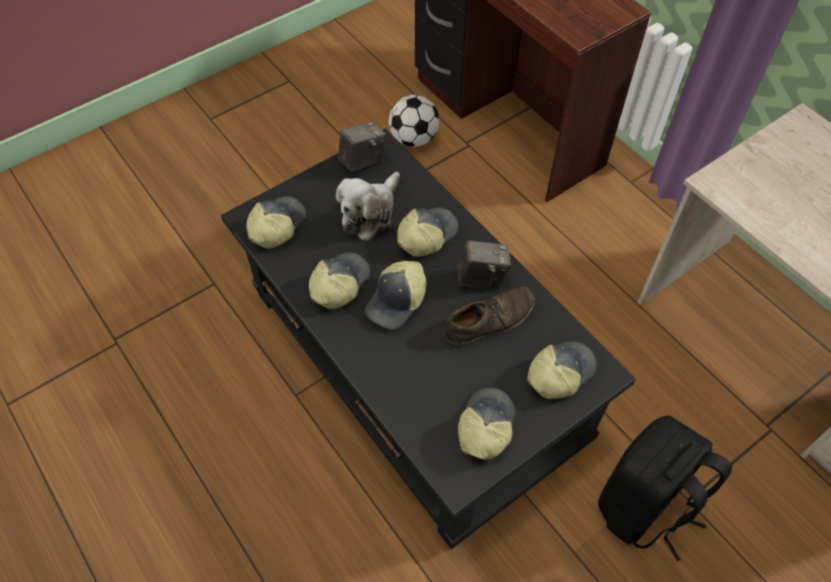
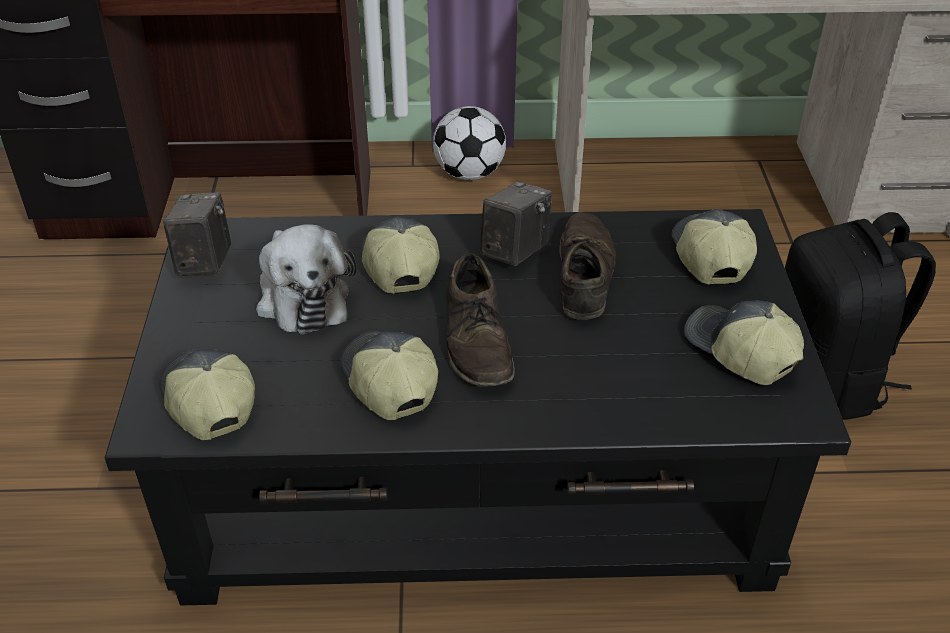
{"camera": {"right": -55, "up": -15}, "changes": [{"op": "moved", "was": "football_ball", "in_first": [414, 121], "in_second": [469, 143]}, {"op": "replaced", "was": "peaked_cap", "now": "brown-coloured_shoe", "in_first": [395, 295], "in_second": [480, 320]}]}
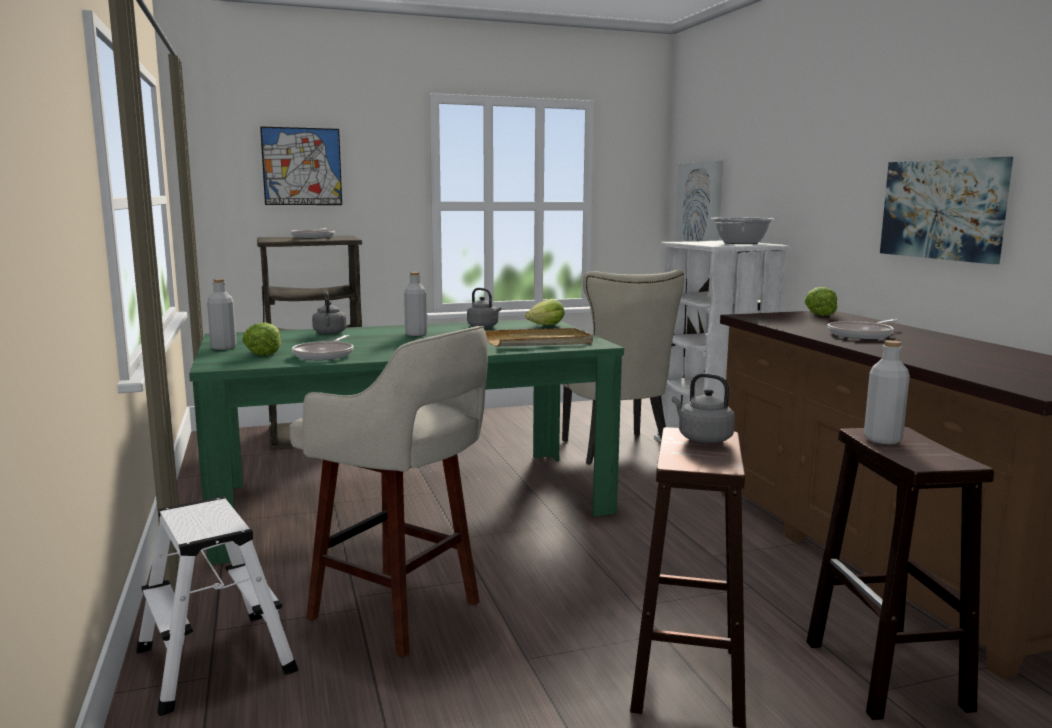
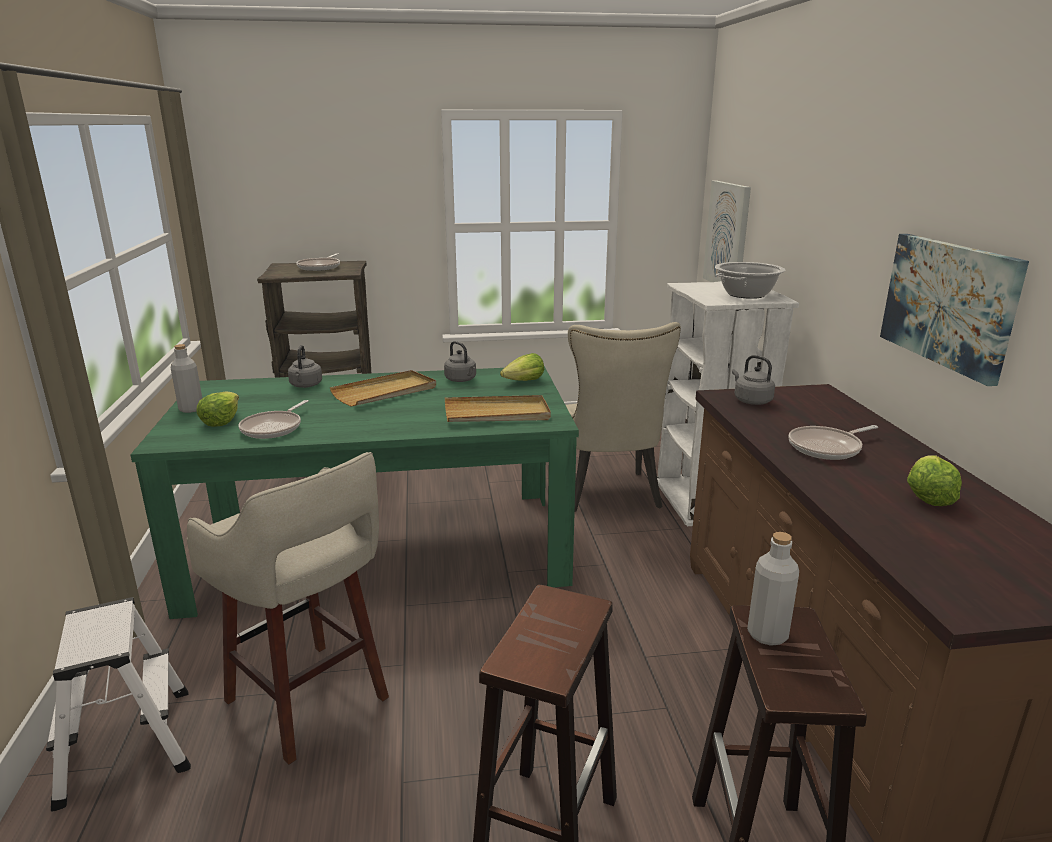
{"camera": {"right": 10, "up": 10}, "changes": [{"op": "removed", "was": "picture", "in_first": [301, 165]}, {"op": "moved", "was": "greyish_tea_kettle", "in_first": [703, 408], "in_second": [753, 380]}, {"op": "moved", "was": "head_of_lettuce", "in_first": [820, 301], "in_second": [934, 480]}, {"op": "replaced", "was": "greyish_bottle", "now": "sand-coloured_serving_tray", "in_first": [415, 304], "in_second": [383, 388]}]}
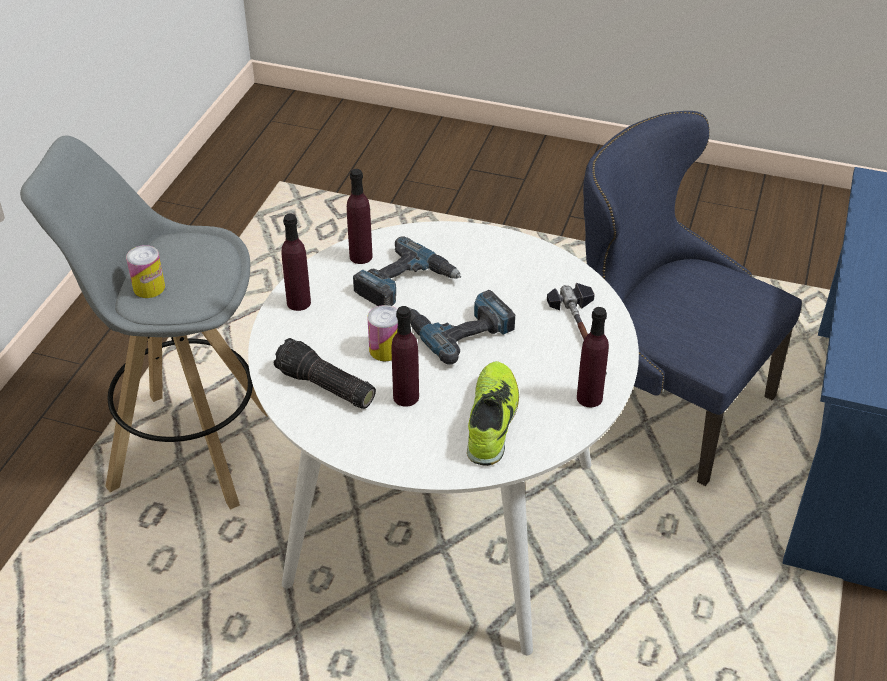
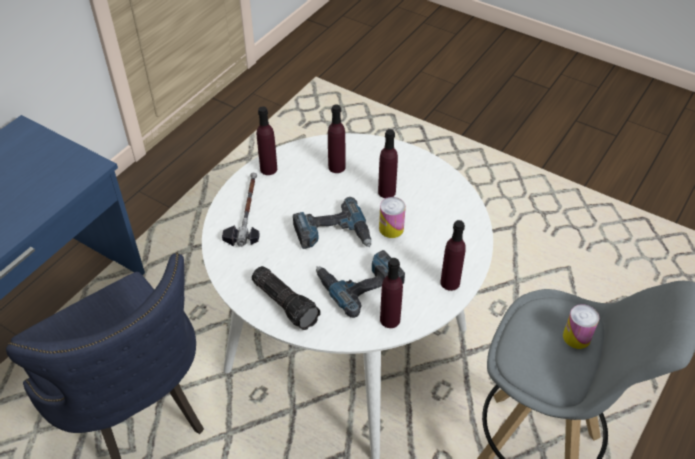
{"camera": {"right": -165, "up": 5}, "changes": [{"op": "moved", "was": "torch", "in_first": [325, 373], "in_second": [286, 298]}, {"op": "replaced", "was": "shoe", "now": "purplish_bottle", "in_first": [493, 413], "in_second": [337, 138]}]}
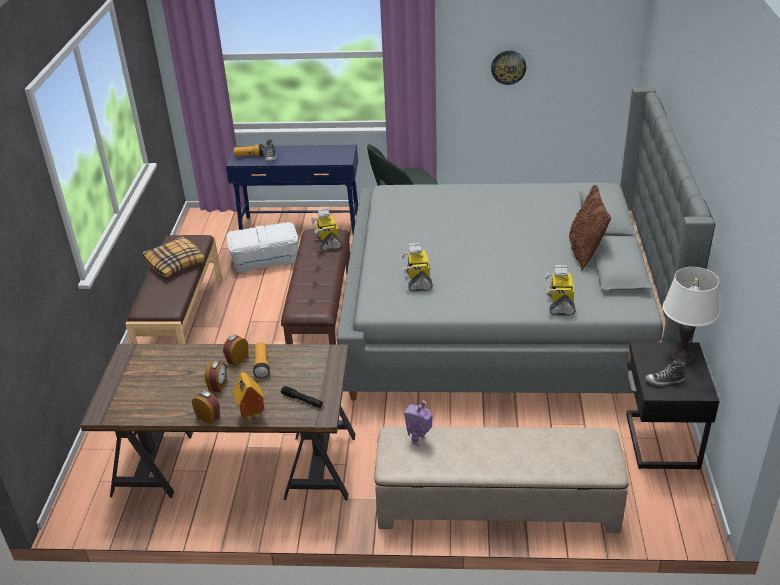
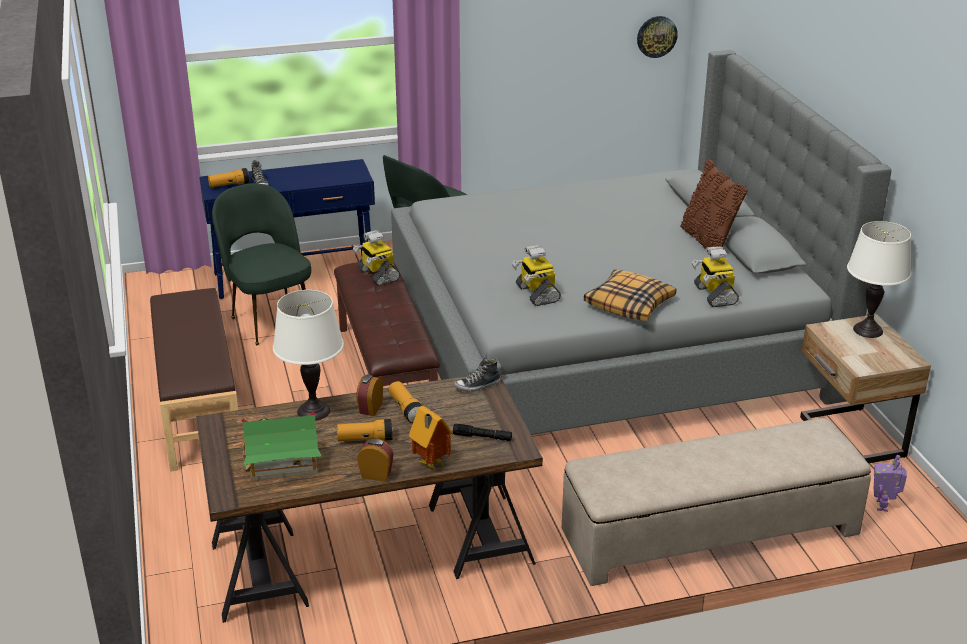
{"camera": {"right": -20, "up": -5}, "changes": [{"op": "added", "now": "toy_house", "in_second": [282, 446]}, {"op": "added", "now": "white-coloured_lamp_for_a_table", "in_second": [308, 355]}, {"op": "moved", "was": "throw_pillow", "in_first": [174, 257], "in_second": [630, 295]}, {"op": "moved", "was": "robot_figure", "in_first": [418, 423], "in_second": [890, 483]}, {"op": "moved", "was": "clock_on_the_wall", "in_first": [508, 68], "in_second": [657, 37]}, {"op": "moved", "was": "shoe", "in_first": [665, 373], "in_second": [477, 375]}, {"op": "replaced", "was": "table_clock", "now": "torch", "in_first": [216, 377], "in_second": [365, 430]}, {"op": "replaced", "was": "white-coloured_storage_bin", "now": "greenish_upright_chair", "in_first": [262, 247], "in_second": [261, 264]}, {"op": "recoloured", "was": "blackish_bedside_table", "now": "sand-coloured_bedside_table", "in_first": [673, 406], "in_second": [865, 388]}]}
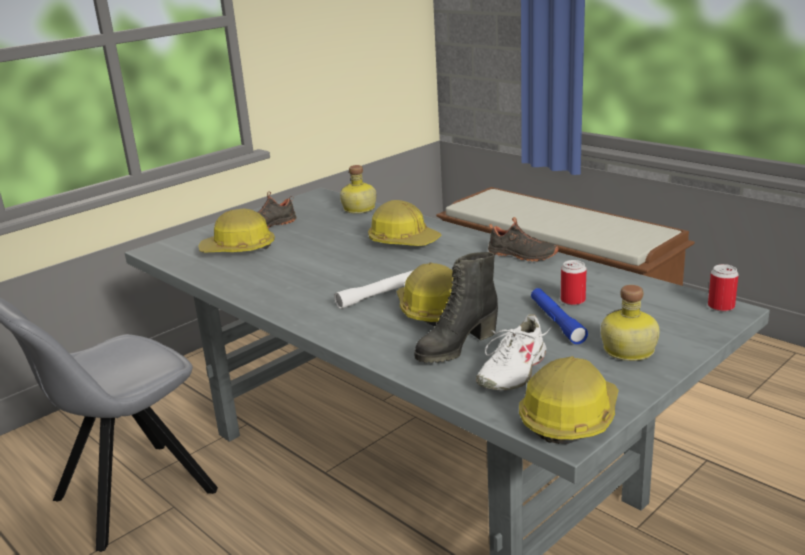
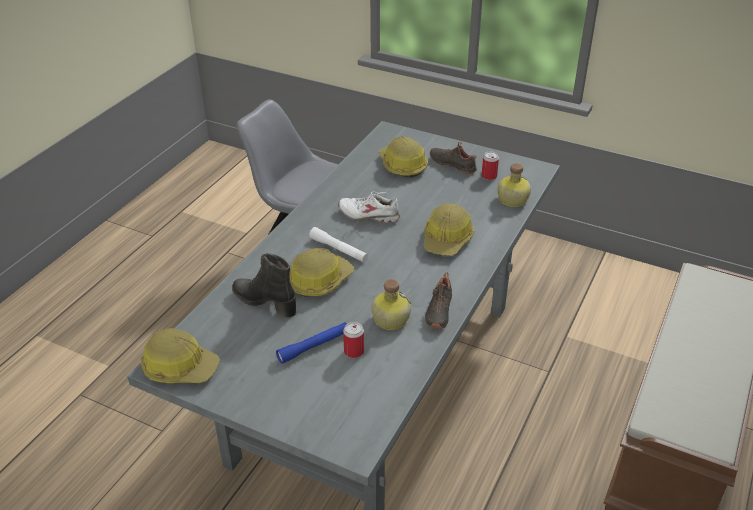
{"camera": {"right": 70, "up": 15}, "changes": [{"op": "moved", "was": "white-coloured_shoe", "in_first": [513, 352], "in_second": [369, 207]}, {"op": "moved", "was": "bottle", "in_first": [630, 323], "in_second": [391, 304]}, {"op": "moved", "was": "metal_can", "in_first": [723, 288], "in_second": [490, 165]}]}
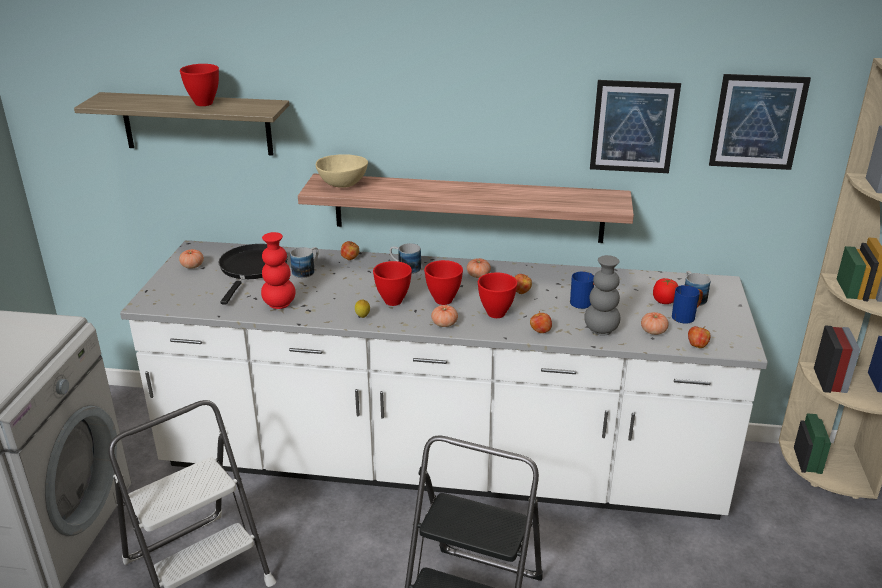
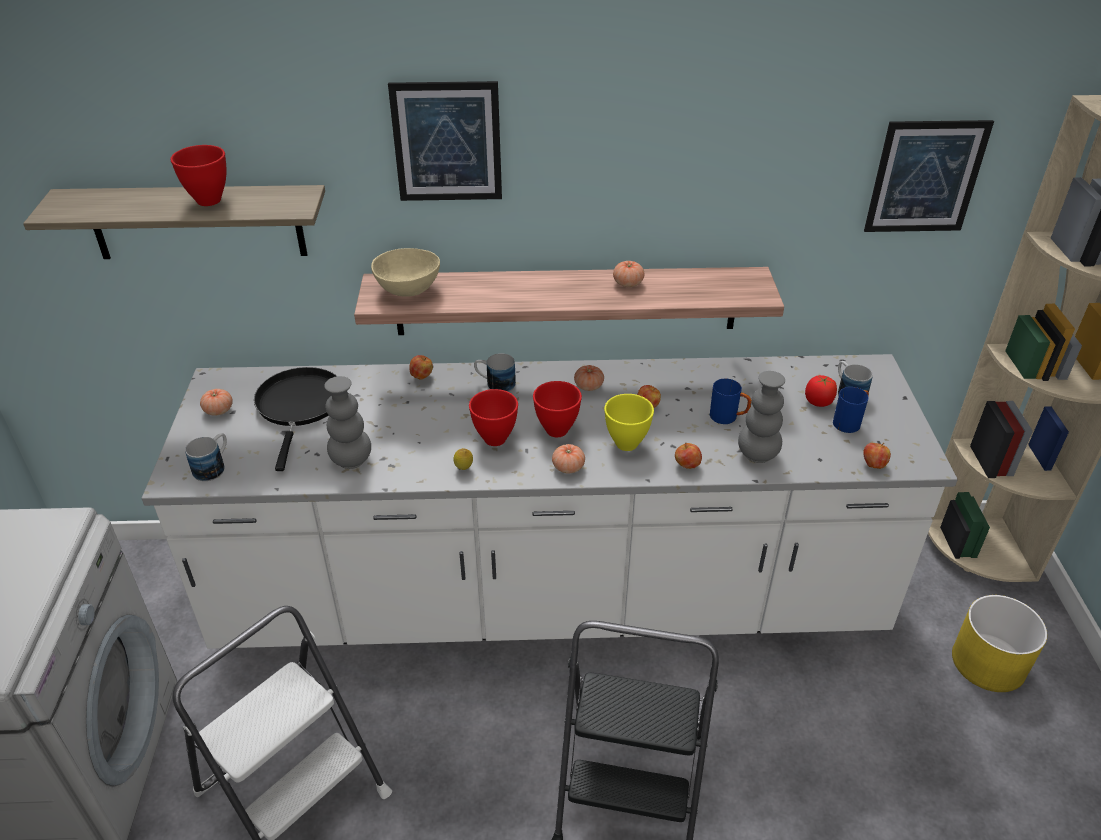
{"camera": {"right": -10, "up": 10}, "changes": [{"op": "added", "now": "yellowish_plant_pot", "in_second": [999, 643]}, {"op": "moved", "was": "tea_mug", "in_first": [304, 262], "in_second": [206, 457]}, {"op": "moved", "was": "picture", "in_first": [635, 126], "in_second": [445, 141]}, {"op": "moved", "was": "tomato", "in_first": [655, 323], "in_second": [628, 274]}, {"op": "recoloured", "was": "red_vase", "now": "greyish_vase", "in_first": [278, 270], "in_second": [347, 422]}, {"op": "recoloured", "was": "red_bowl", "now": "yellowish_bowl", "in_first": [497, 295], "in_second": [629, 422]}]}
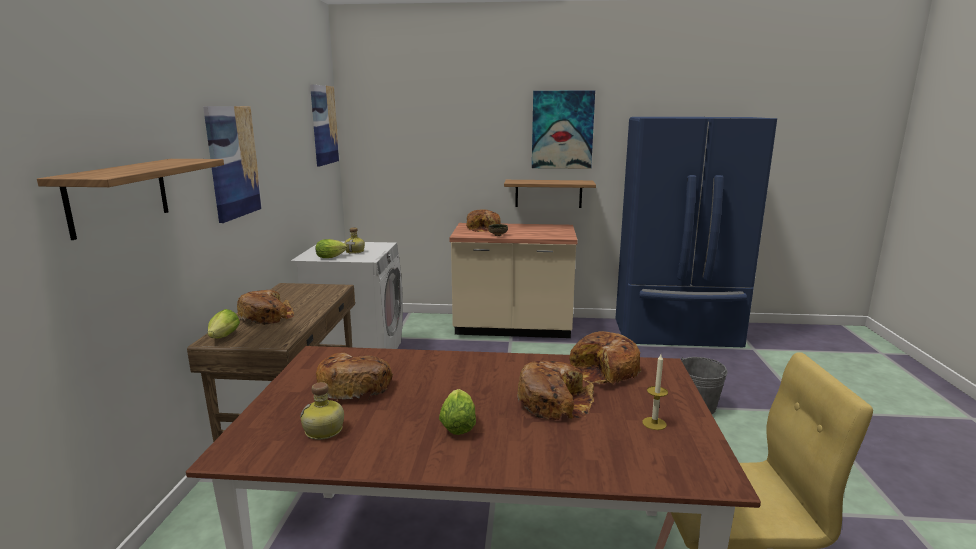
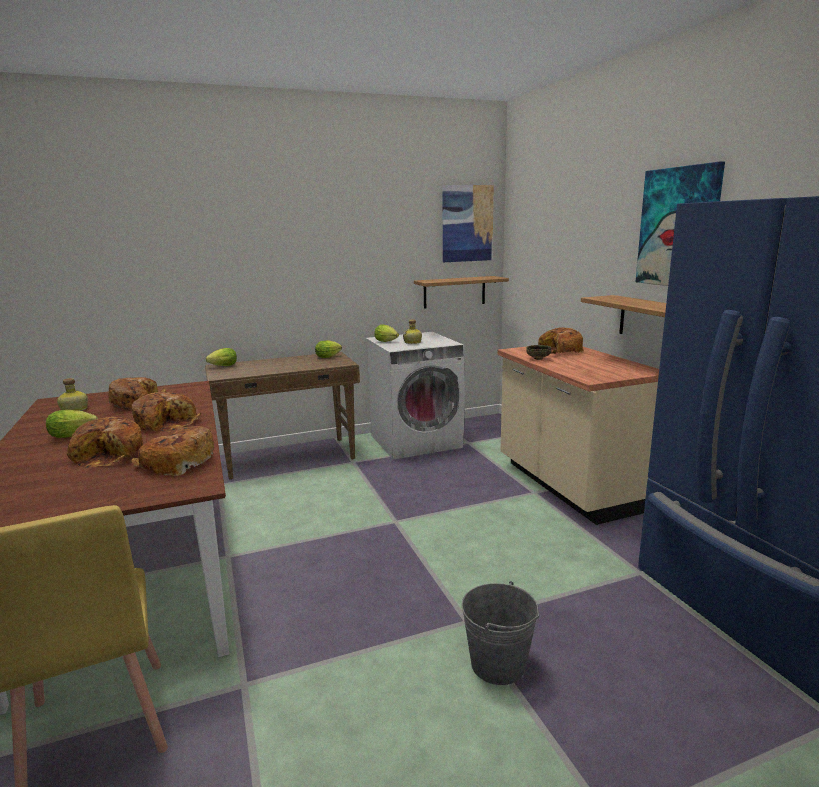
{"camera": {"right": 65, "up": 0}, "changes": [{"op": "removed", "was": "picture", "in_first": [232, 164]}, {"op": "removed", "was": "wax_candle", "in_first": [655, 392]}, {"op": "added", "now": "head_of_lettuce", "in_second": [328, 349]}, {"op": "moved", "was": "wall_shelf", "in_first": [130, 199], "in_second": [461, 292]}, {"op": "moved", "was": "bread", "in_first": [265, 307], "in_second": [166, 411]}]}
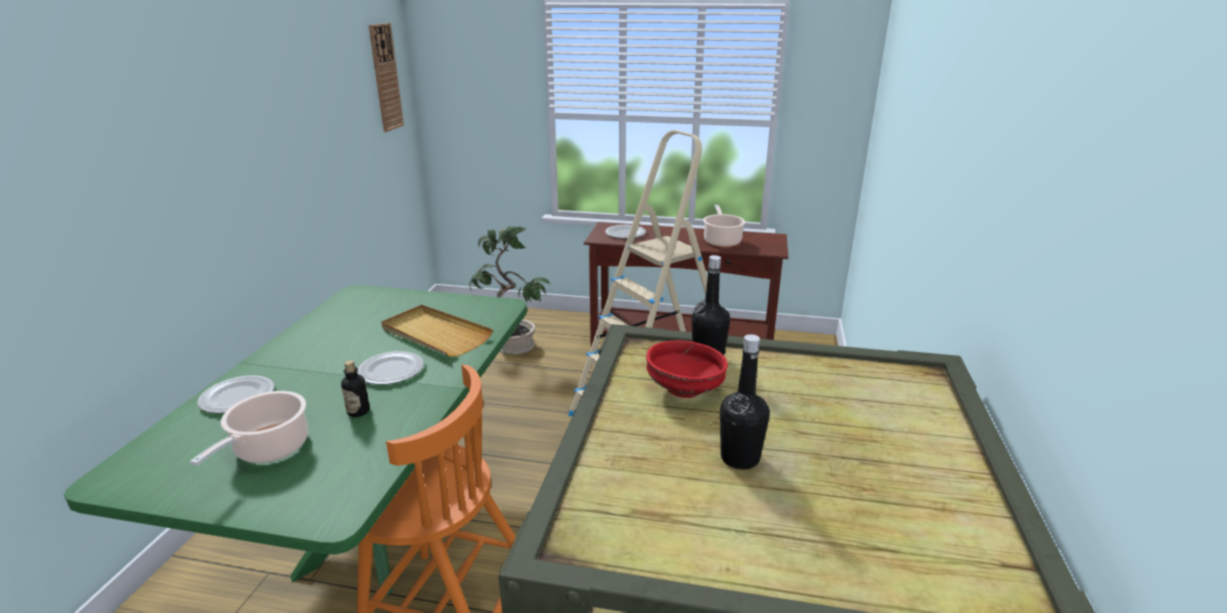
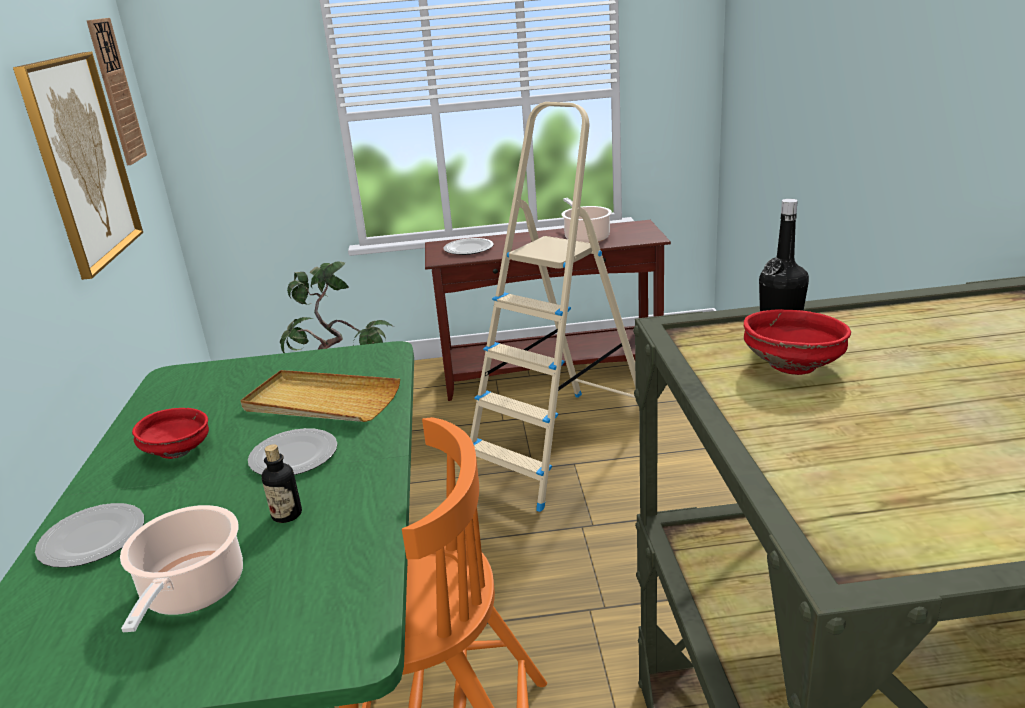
{"camera": {"right": -15, "up": 0}, "changes": [{"op": "removed", "was": "blackish_bottle", "in_first": [745, 401]}, {"op": "added", "now": "picture", "in_second": [78, 166]}, {"op": "added", "now": "red_bowl", "in_second": [170, 433]}]}
